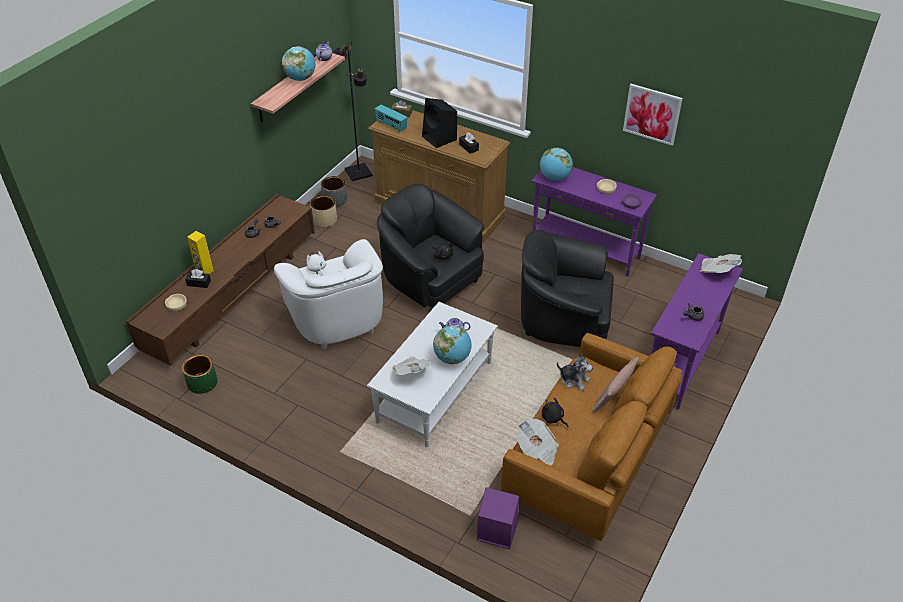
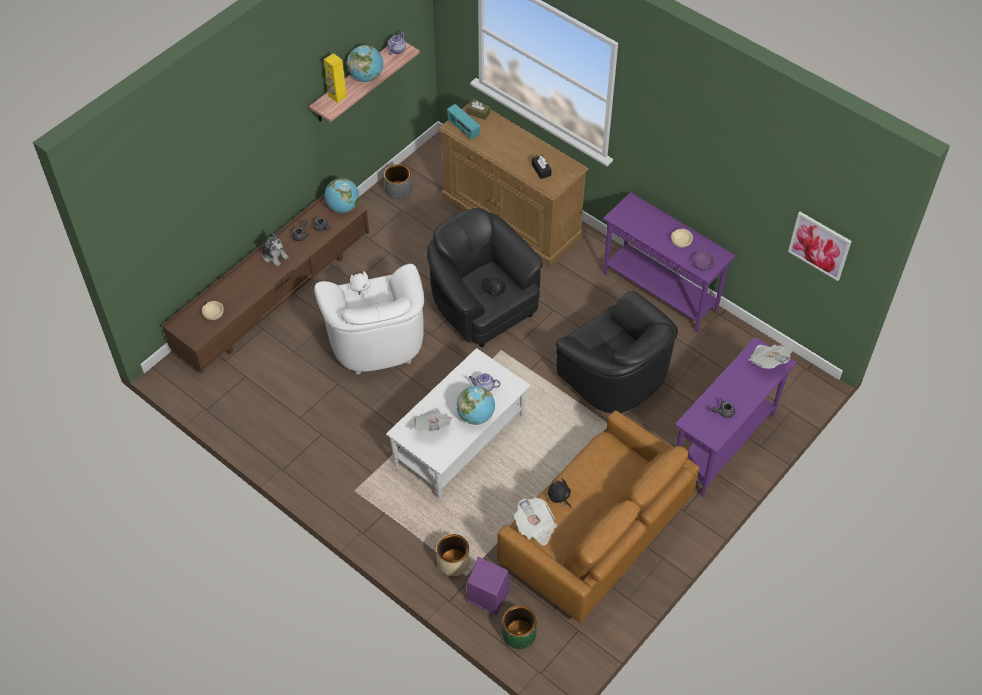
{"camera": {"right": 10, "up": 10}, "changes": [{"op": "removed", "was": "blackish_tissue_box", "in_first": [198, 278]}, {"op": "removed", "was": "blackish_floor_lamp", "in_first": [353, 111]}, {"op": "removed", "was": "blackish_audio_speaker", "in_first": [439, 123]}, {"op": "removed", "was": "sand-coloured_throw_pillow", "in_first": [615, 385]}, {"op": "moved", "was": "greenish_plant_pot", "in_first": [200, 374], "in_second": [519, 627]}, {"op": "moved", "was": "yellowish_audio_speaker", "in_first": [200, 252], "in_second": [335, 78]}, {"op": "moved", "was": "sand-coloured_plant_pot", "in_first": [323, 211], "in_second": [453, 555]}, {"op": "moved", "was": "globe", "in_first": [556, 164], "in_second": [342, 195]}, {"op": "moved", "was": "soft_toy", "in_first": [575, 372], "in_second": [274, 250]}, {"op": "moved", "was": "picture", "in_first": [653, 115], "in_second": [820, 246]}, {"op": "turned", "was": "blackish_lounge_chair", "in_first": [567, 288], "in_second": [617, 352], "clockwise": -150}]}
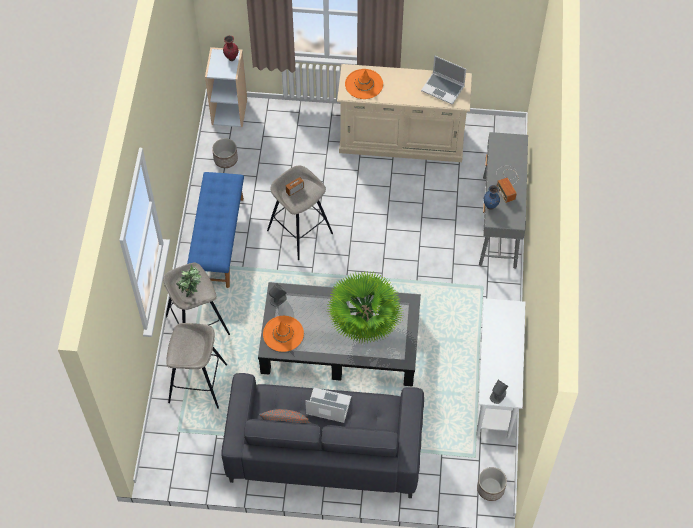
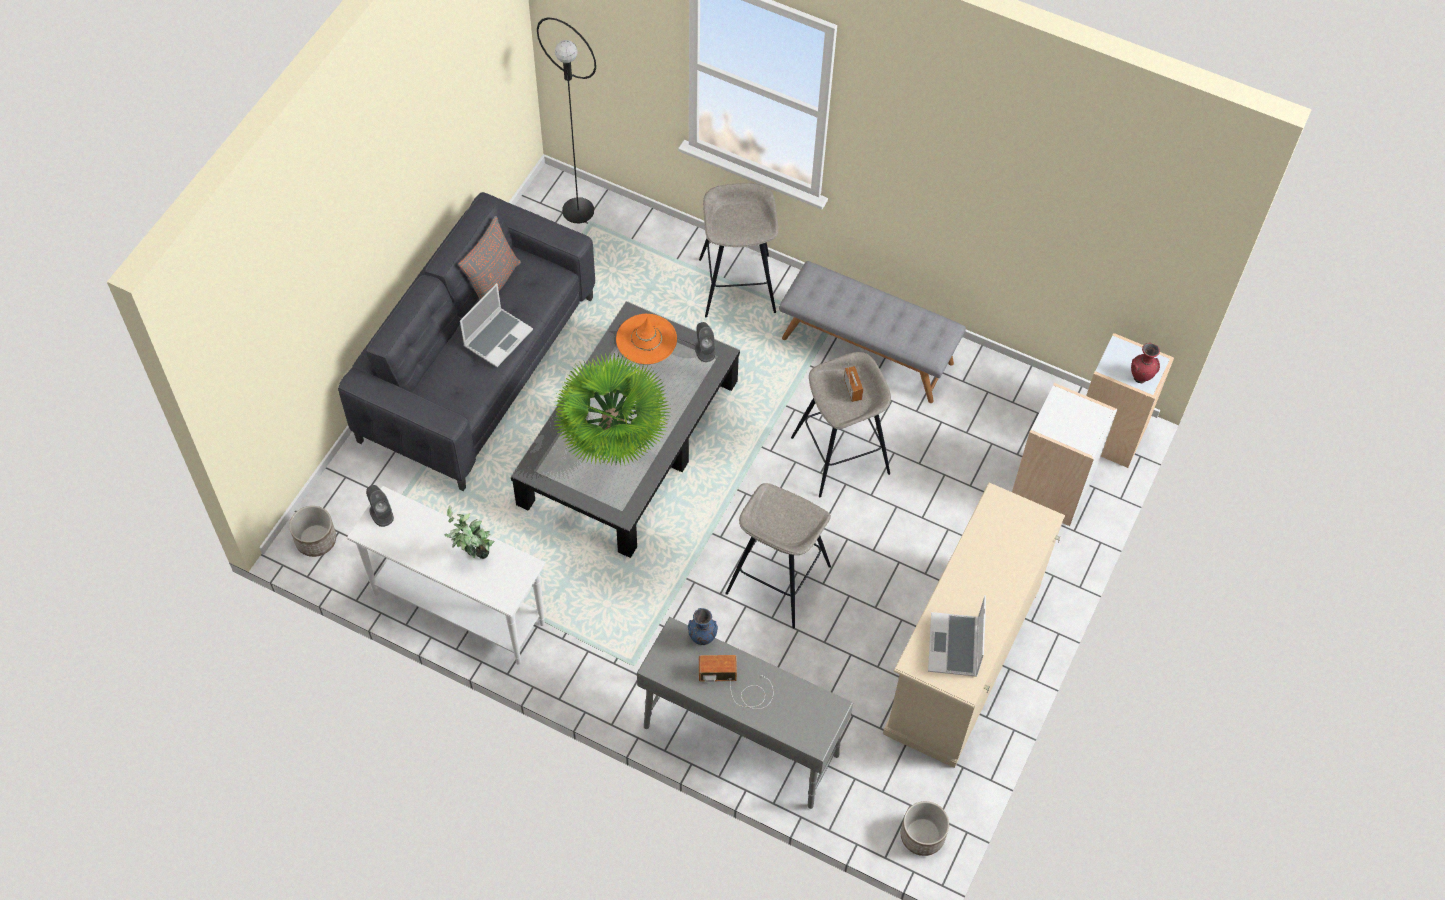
{"camera": {"right": 110, "up": 0}, "changes": [{"op": "removed", "was": "orange-coloured_wearable_hat", "in_first": [364, 84]}, {"op": "added", "now": "blackish_floor_lamp", "in_second": [566, 120]}, {"op": "added", "now": "bookshelf", "in_second": [1065, 454]}, {"op": "moved", "was": "greyish_stool_seat", "in_first": [196, 366], "in_second": [778, 555]}, {"op": "moved", "was": "potted_plant", "in_first": [189, 281], "in_second": [470, 532]}, {"op": "moved", "was": "plant_pot", "in_first": [225, 153], "in_second": [925, 828]}, {"op": "recoloured", "was": "blue_long_seat", "now": "greyish_long_seat", "in_first": [215, 230], "in_second": [872, 332]}, {"op": "turned", "was": "portable_computer", "in_first": [443, 80], "in_second": [957, 636], "clockwise": -45}]}
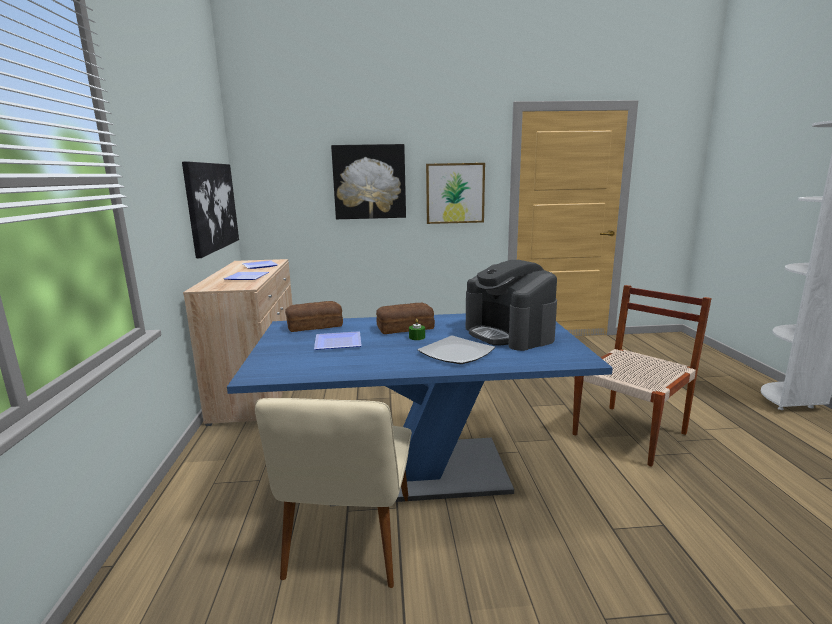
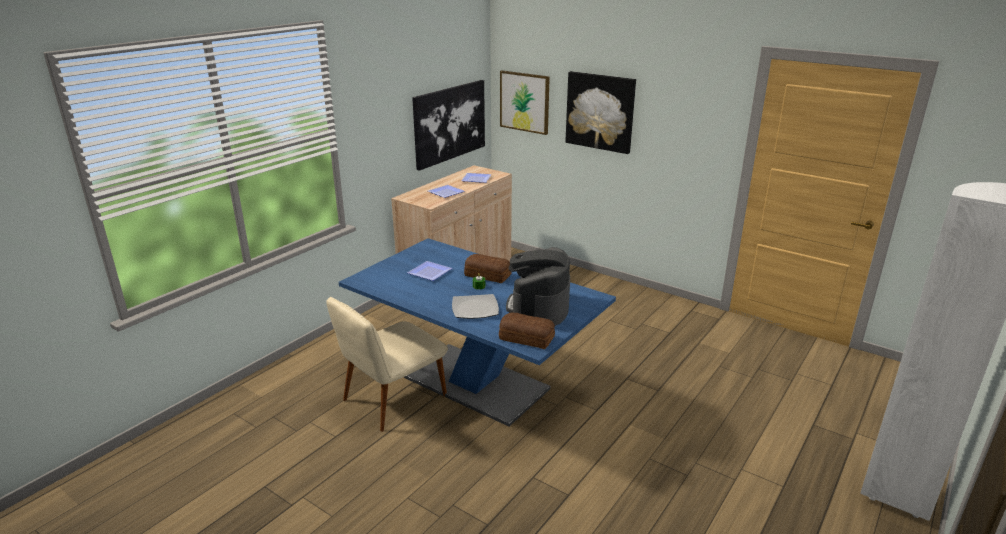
{"camera": {"right": 40, "up": 10}, "changes": [{"op": "removed", "was": "upright_chair", "in_first": [642, 376]}, {"op": "moved", "was": "bread", "in_first": [314, 316], "in_second": [527, 330]}, {"op": "moved", "was": "picture", "in_first": [455, 193], "in_second": [525, 102]}]}
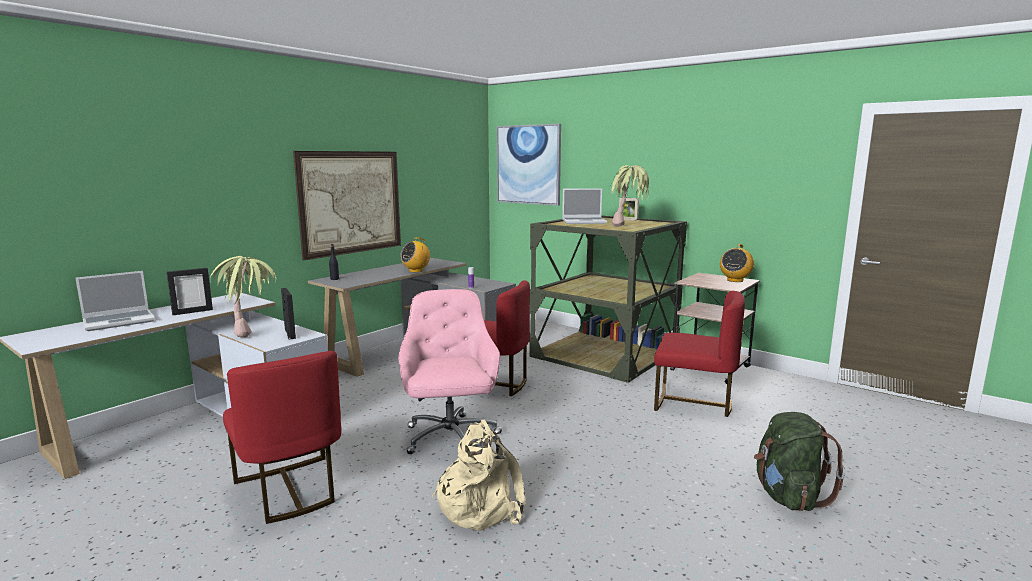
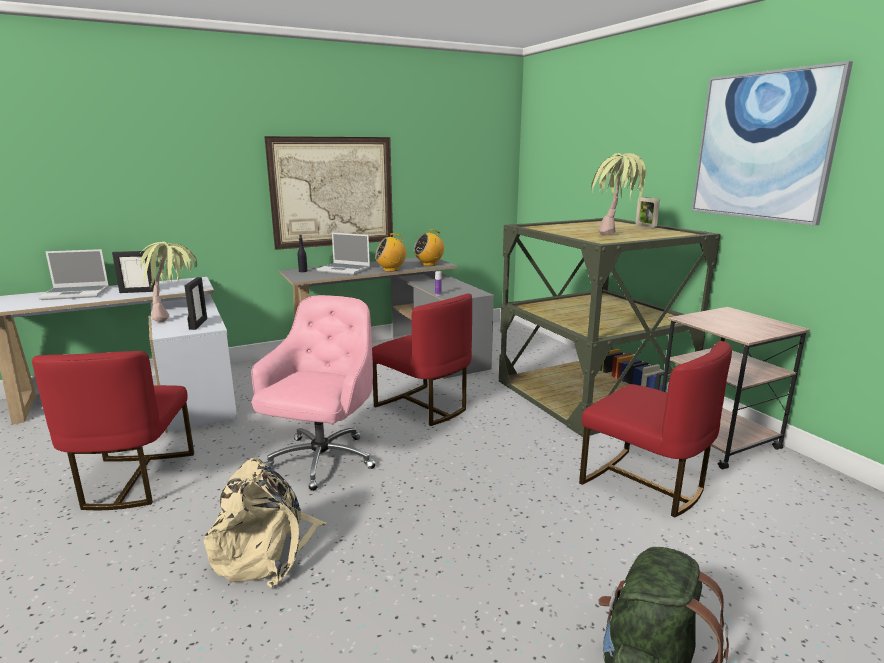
{"camera": {"right": 25, "up": 5}, "changes": [{"op": "moved", "was": "picture", "in_first": [529, 165], "in_second": [772, 143]}, {"op": "moved", "was": "portable_computer", "in_first": [584, 206], "in_second": [343, 254]}, {"op": "moved", "was": "radio_set", "in_first": [737, 263], "in_second": [429, 247]}]}
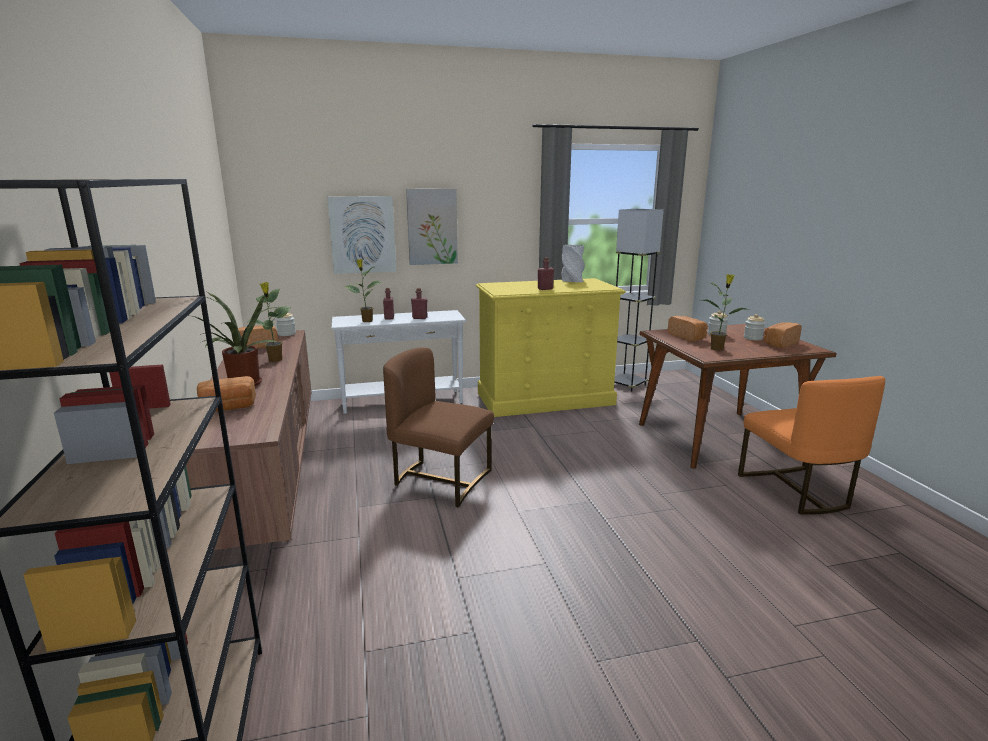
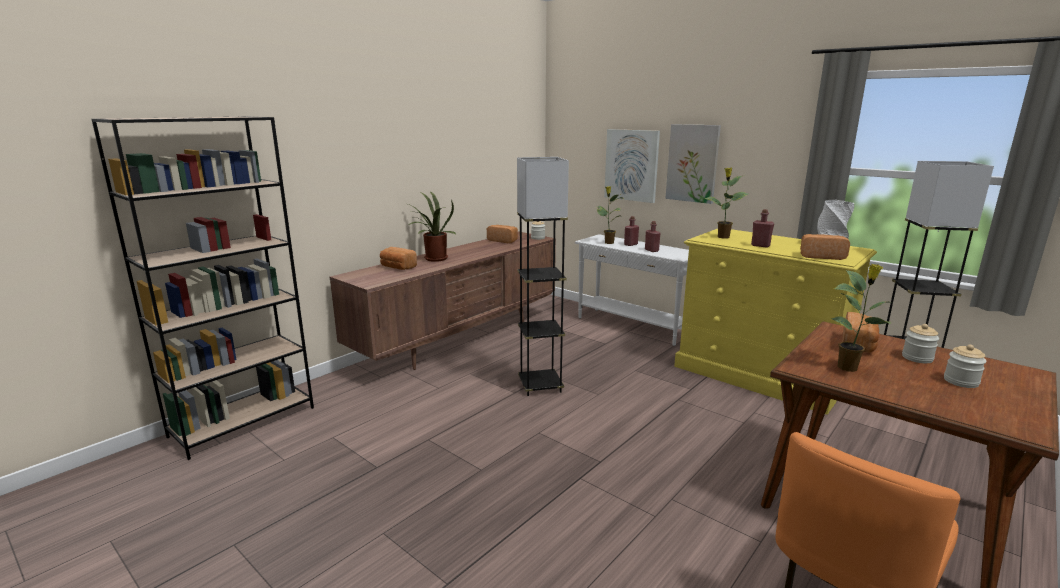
{"camera": {"right": 55, "up": 0}, "changes": [{"op": "moved", "was": "potted_plant", "in_first": [269, 322], "in_second": [726, 203]}, {"op": "moved", "was": "bread", "in_first": [783, 335], "in_second": [825, 247]}, {"op": "replaced", "was": "brown-coloured_upright_chair", "now": "greyish_floor_lamp", "in_first": [438, 427], "in_second": [543, 276]}]}
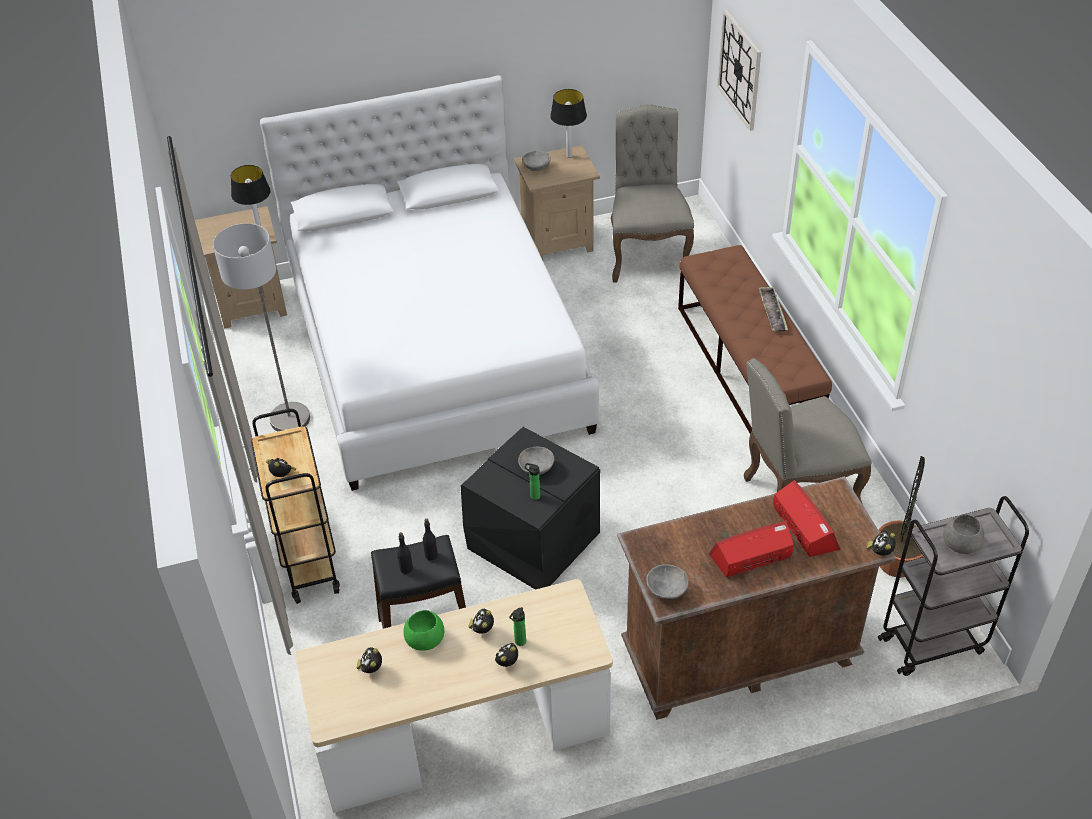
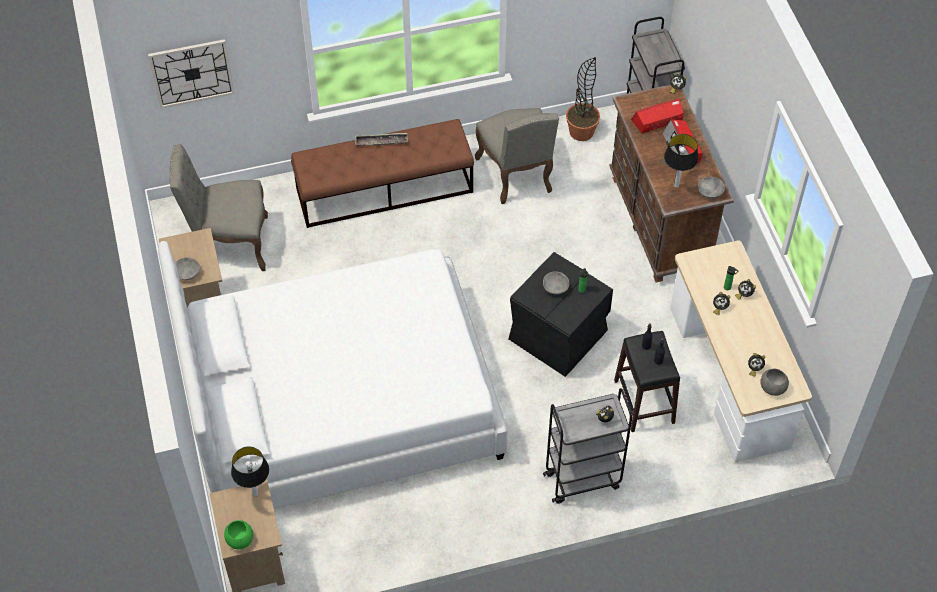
{"camera": {"right": -90, "up": 10}, "changes": [{"op": "removed", "was": "greyish_floor_lamp", "in_first": [261, 327]}, {"op": "moved", "was": "greenish_bowl", "in_first": [423, 630], "in_second": [238, 534]}, {"op": "moved", "was": "lamp_for_a_table", "in_first": [568, 123], "in_second": [681, 161]}, {"op": "moved", "was": "greyish_bowl", "in_first": [963, 534], "in_second": [774, 382]}, {"op": "recoloured", "was": "brown-coloured_trolley", "now": "greyish_trolley", "in_first": [295, 506], "in_second": [587, 446]}]}
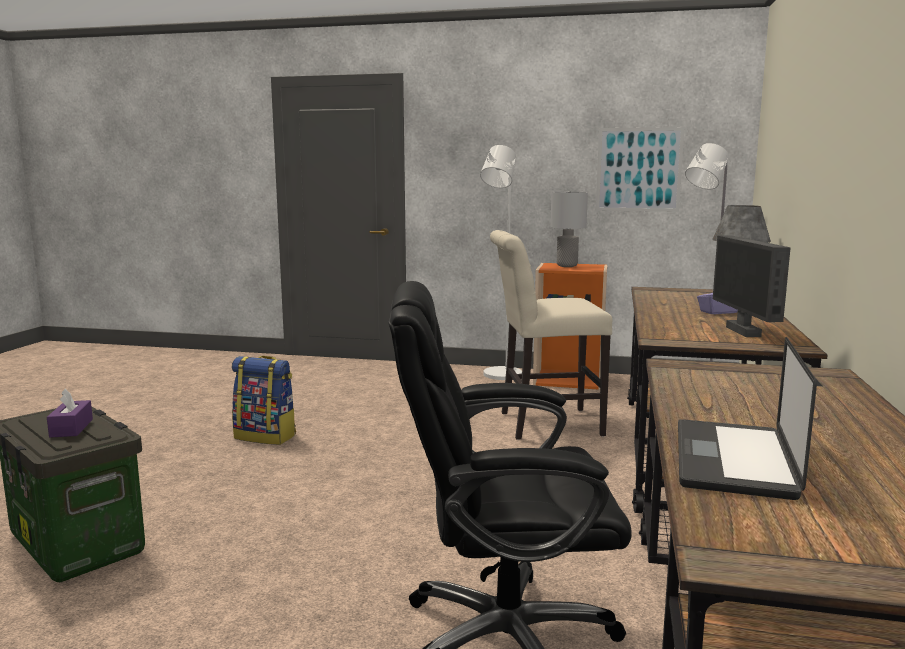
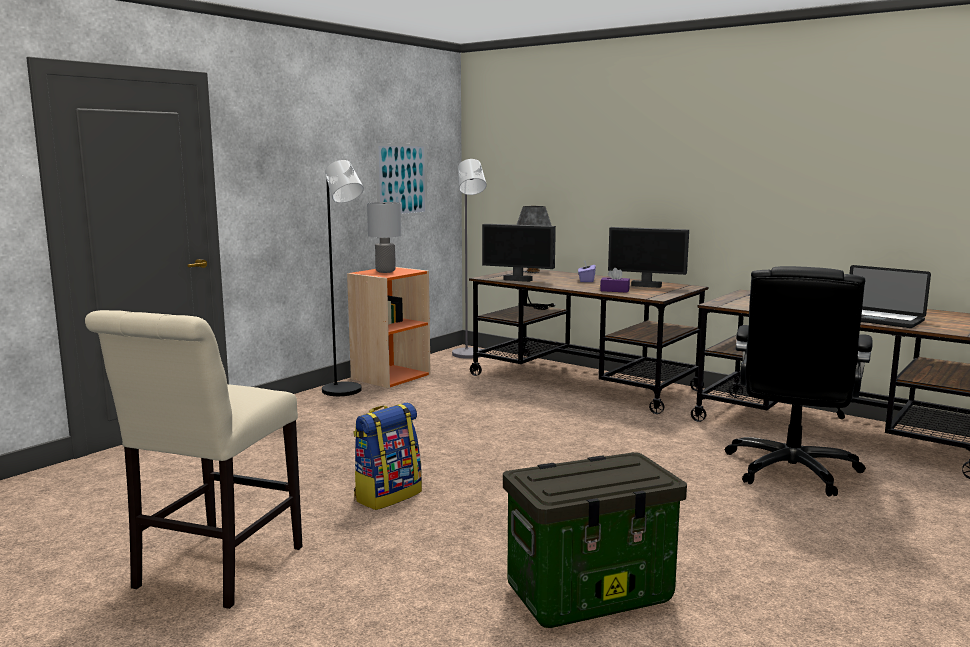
{"camera": {"right": -65, "up": 0}, "changes": [{"op": "added", "now": "computer_screen", "in_second": [519, 253]}, {"op": "moved", "was": "purplish_tissue_box", "in_first": [70, 413], "in_second": [615, 280]}, {"op": "moved", "was": "sand-coloured_stool_seat", "in_first": [551, 335], "in_second": [194, 459]}, {"op": "recoloured", "was": "white-coloured_floor_lamp", "now": "blackish_floor_lamp", "in_first": [501, 262], "in_second": [343, 278]}]}
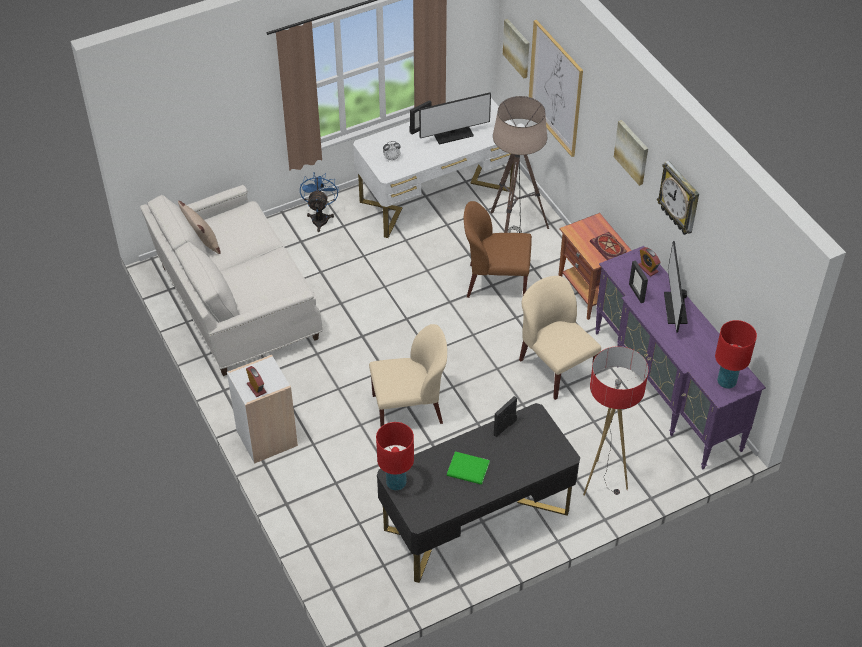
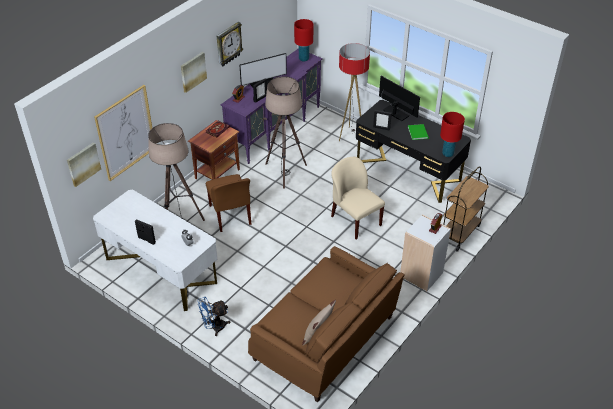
{"camera": {"right": -115, "up": -5}, "changes": [{"op": "added", "now": "brown-coloured_trolley", "in_second": [466, 209]}, {"op": "moved", "was": "computer_screen", "in_first": [455, 118], "in_second": [399, 98]}, {"op": "replaced", "was": "sand-coloured_upright_chair", "now": "floor_lamp", "in_first": [560, 338], "in_second": [286, 132]}, {"op": "recoloured", "was": "white-coloured_sofa", "now": "brown-coloured_sofa", "in_first": [231, 280], "in_second": [326, 324]}]}
